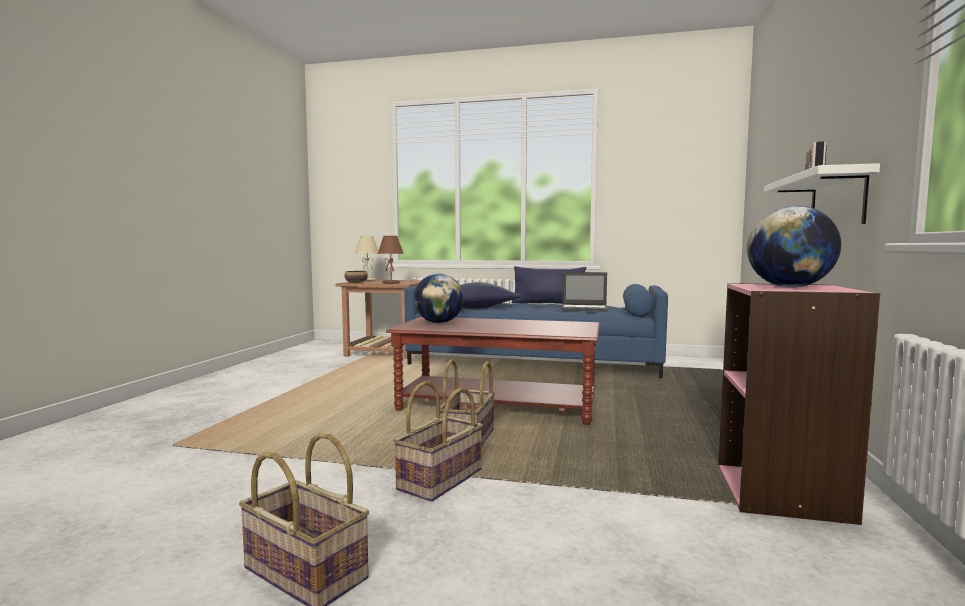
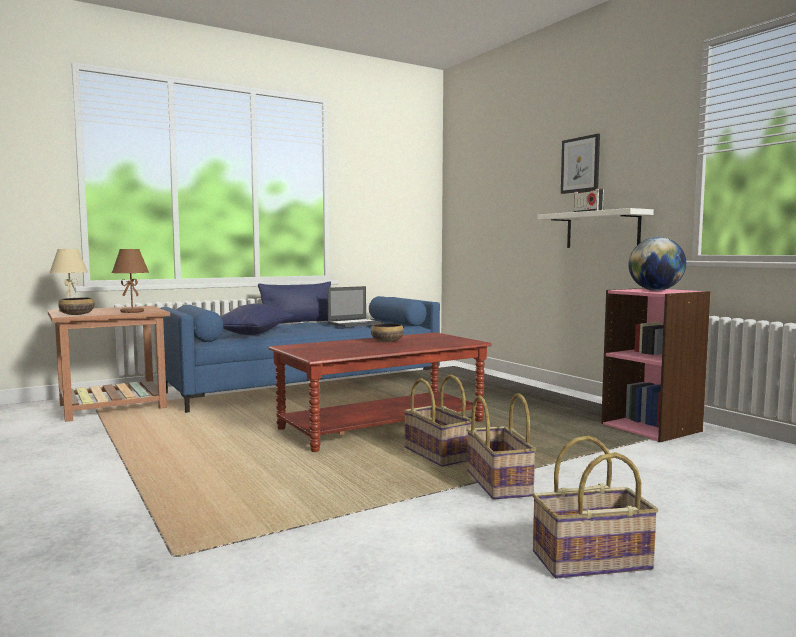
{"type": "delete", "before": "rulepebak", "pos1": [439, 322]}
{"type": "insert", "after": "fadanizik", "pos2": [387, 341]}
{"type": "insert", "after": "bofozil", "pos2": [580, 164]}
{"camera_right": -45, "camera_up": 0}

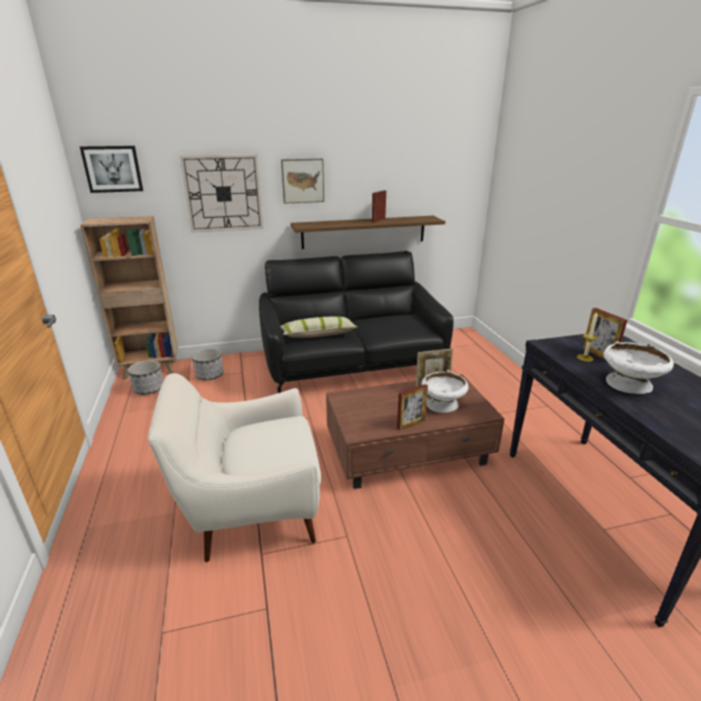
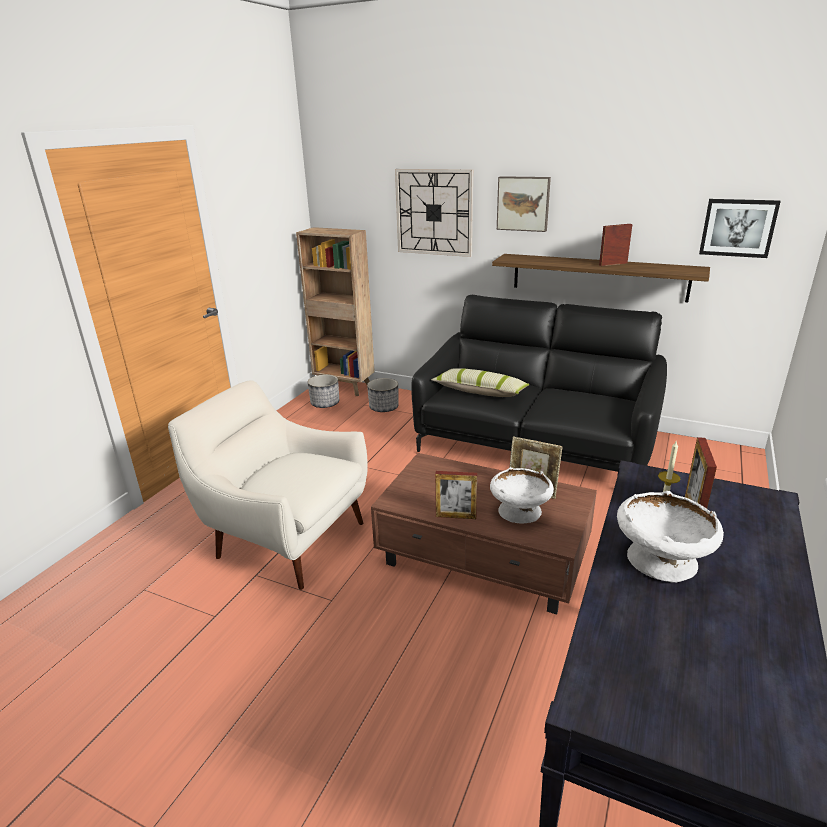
{"type": "move", "before": "bofozil", "pos1": [112, 169], "pos2": [738, 227]}
{"camera_right": 40, "camera_up": 0}

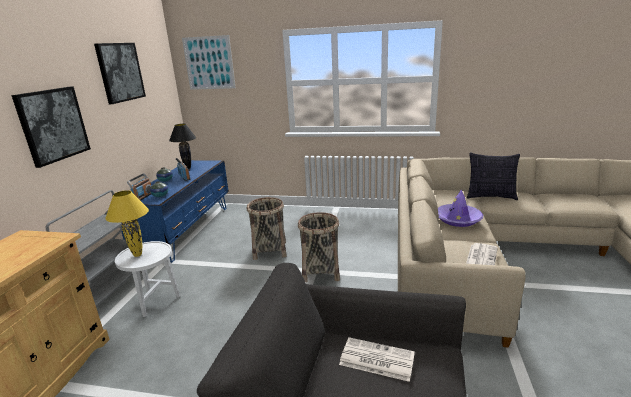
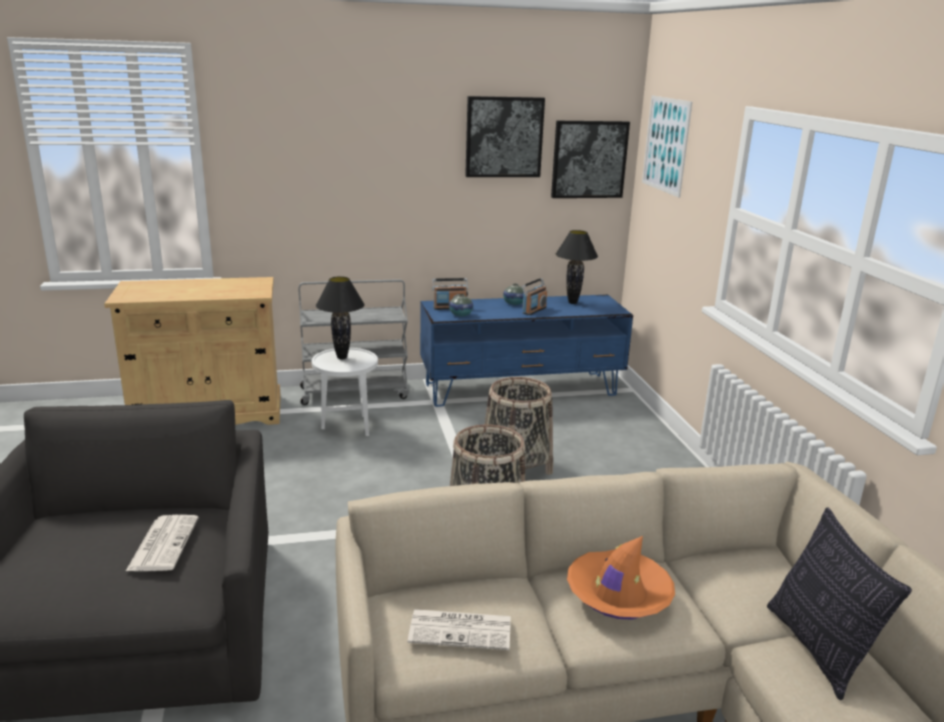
{"type": "move", "before": "bofozil", "pos1": [53, 125], "pos2": [589, 159]}
{"type": "recolor", "before": "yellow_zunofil", "after": "black_zunofil", "pos1": [137, 255], "pos2": [341, 357]}
{"type": "recolor", "before": "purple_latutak", "after": "orange_latutak", "pos1": [458, 219], "pos2": [618, 593]}
{"camera_right": 65, "camera_up": 0}

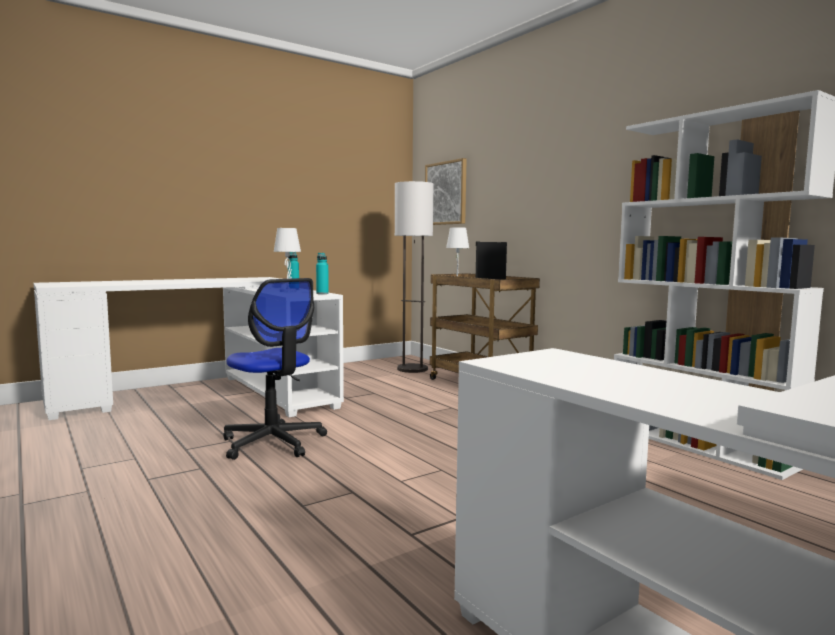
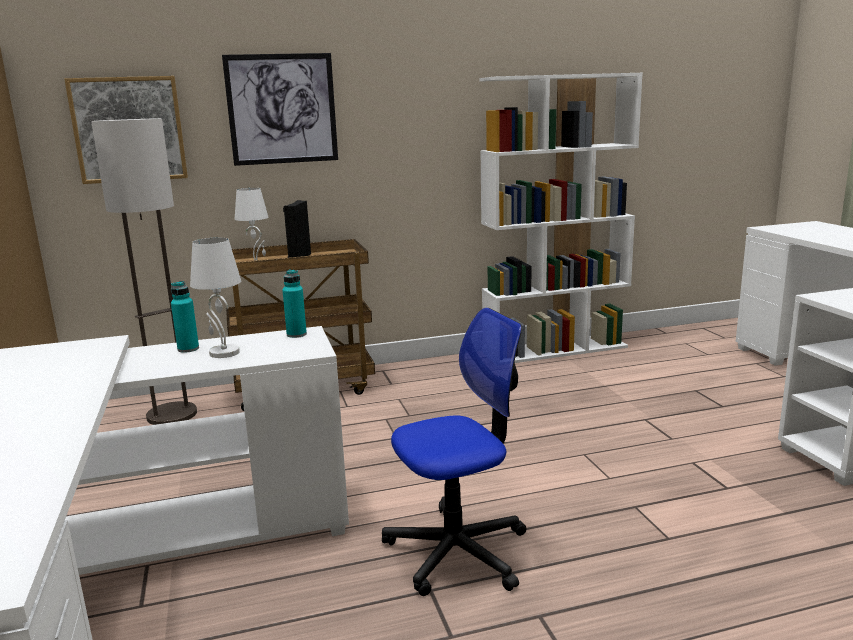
{"type": "insert", "after": "bofozil", "pos2": [282, 109]}
{"camera_right": -70, "camera_up": 10}

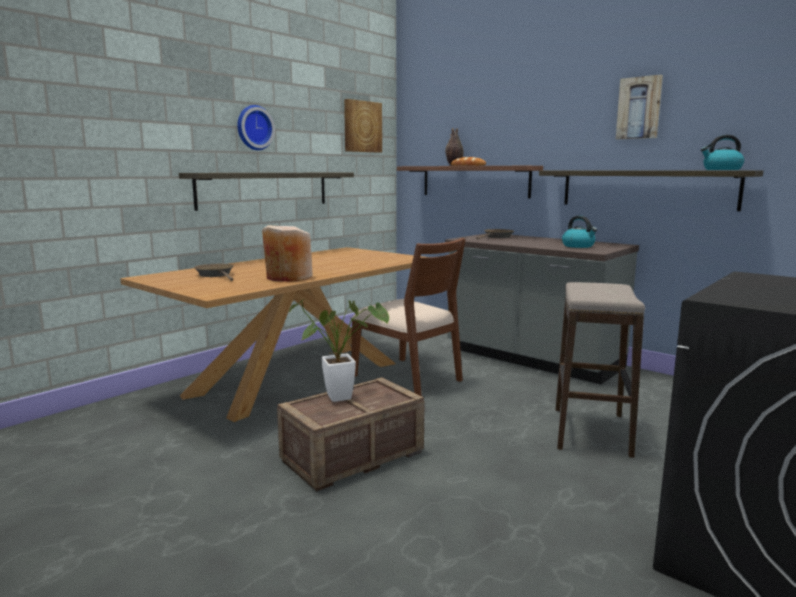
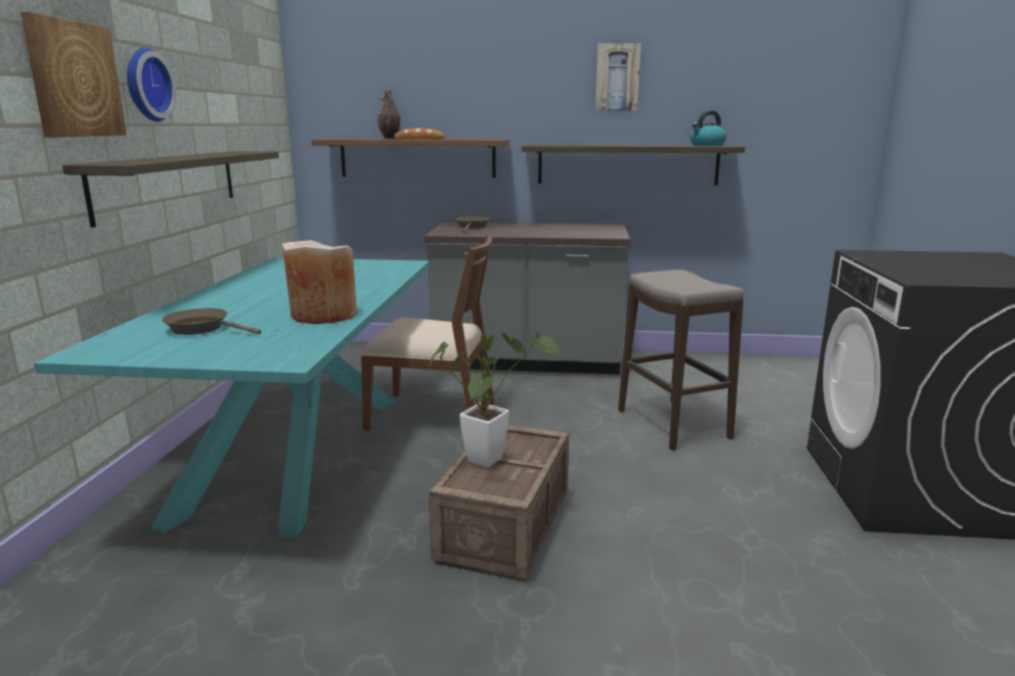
{"type": "recolor", "before": "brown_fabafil", "after": "turquoise_fabafil", "pos1": [298, 378], "pos2": [298, 452]}
{"type": "move", "before": "bofozil", "pos1": [362, 126], "pos2": [74, 79]}
{"type": "delete", "before": "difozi", "pos1": [578, 246]}
{"camera_right": -35, "camera_up": 5}

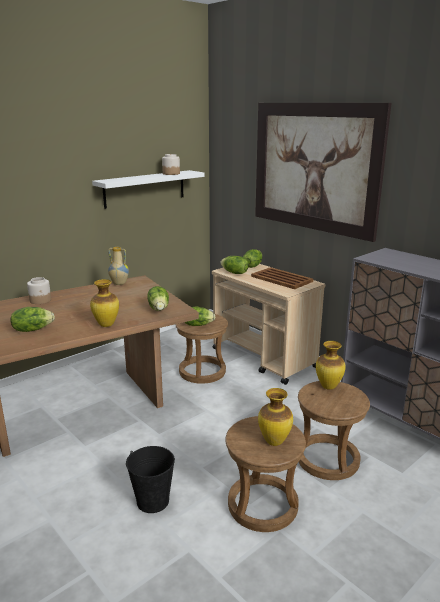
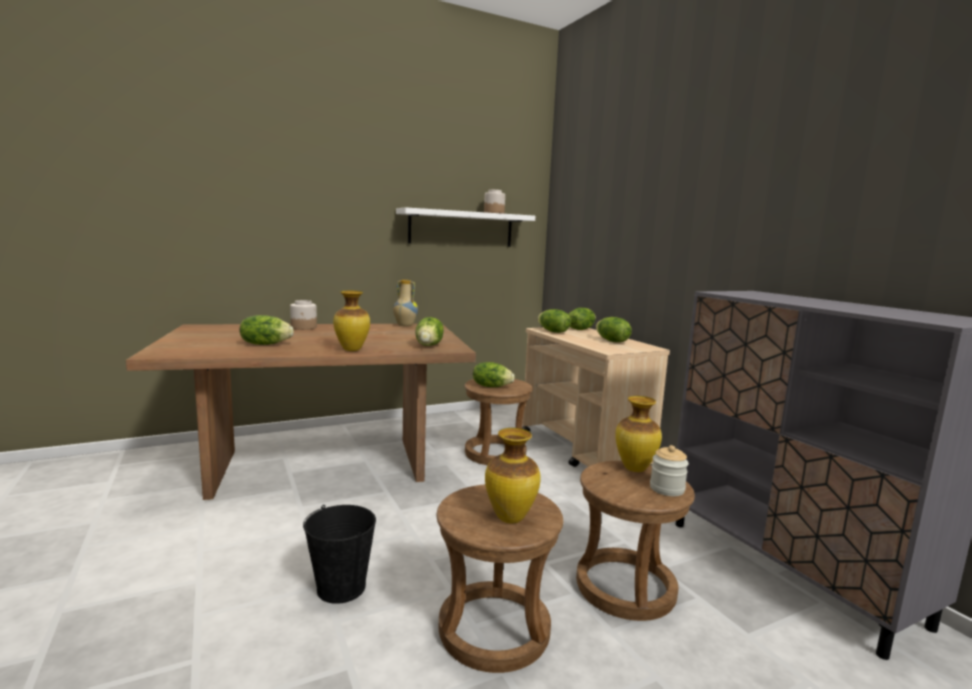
{"type": "replace", "before": "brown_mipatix", "after": "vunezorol", "pos1": [282, 279], "pos2": [611, 341]}
{"type": "delete", "before": "bofozil", "pos1": [314, 167]}
{"type": "insert", "after": "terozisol", "pos2": [667, 489]}
{"camera_right": 15, "camera_up": -10}

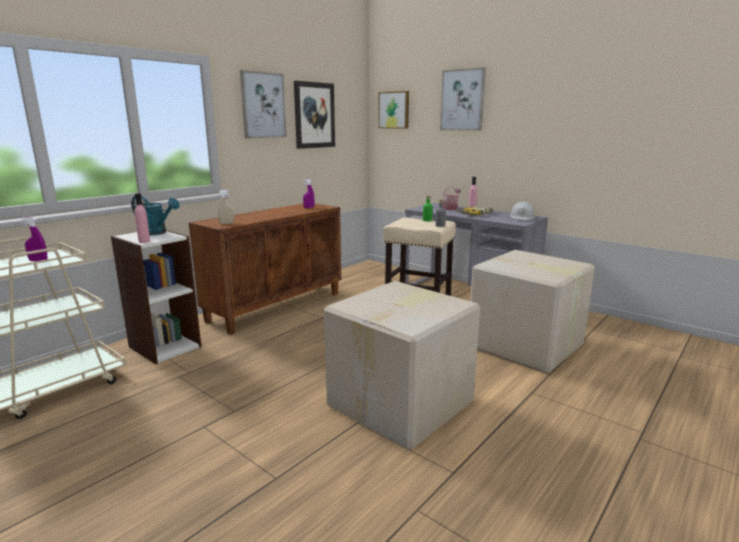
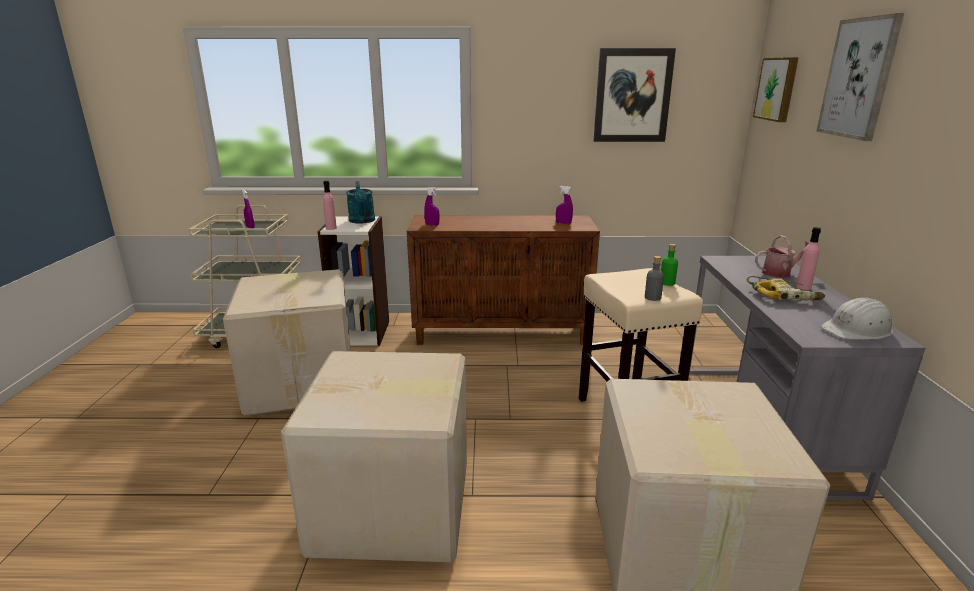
{"type": "recolor", "before": "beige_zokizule", "after": "purple_zokizule", "pos1": [226, 223], "pos2": [432, 225]}
{"type": "delete", "before": "bofozil", "pos1": [263, 105]}
{"type": "insert", "after": "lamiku", "pos2": [303, 382]}
{"camera_right": 50, "camera_up": 5}

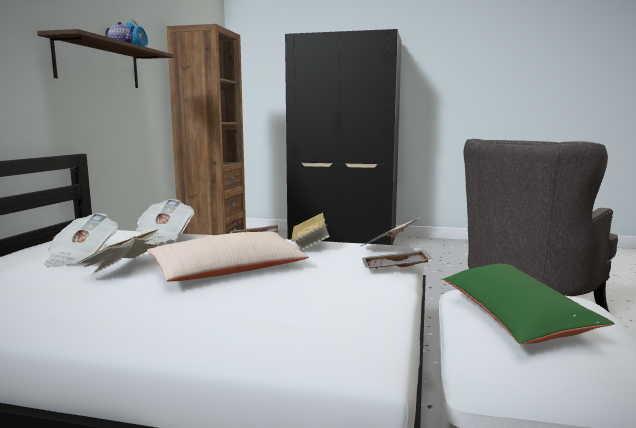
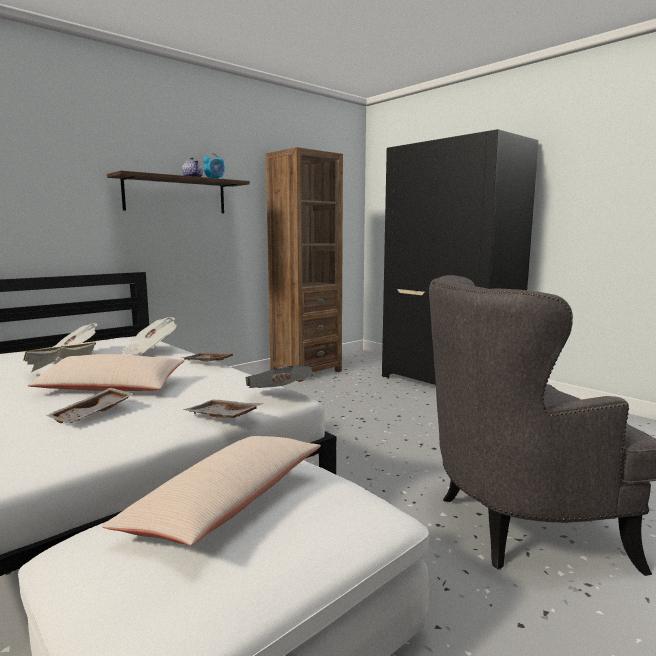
{"type": "delete", "before": "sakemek", "pos1": [310, 244]}
{"type": "recolor", "before": "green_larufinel", "after": "beige_larufinel", "pos1": [513, 317], "pos2": [226, 504]}
{"type": "insert", "after": "grey_mipatix", "pos2": [93, 414]}
{"camera_right": 35, "camera_up": 0}

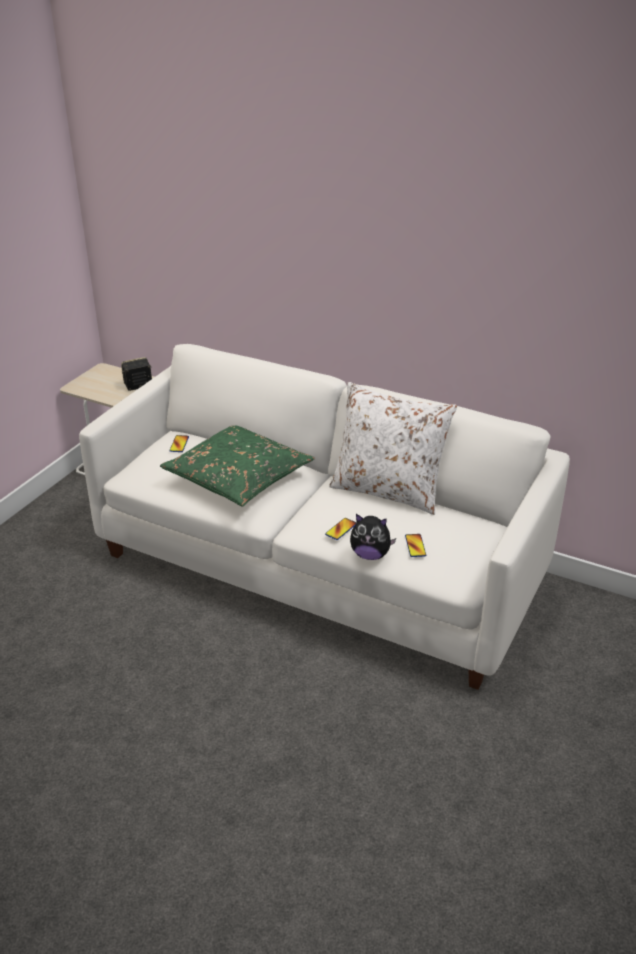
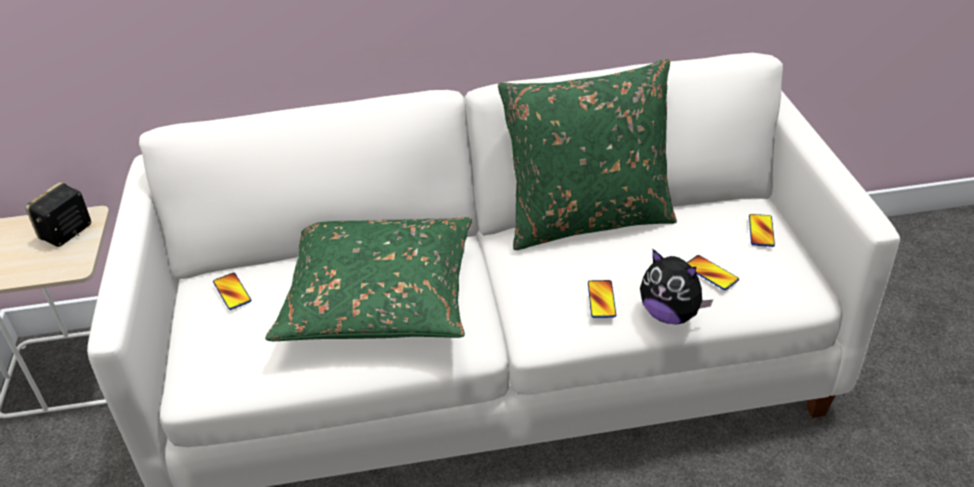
{"type": "recolor", "before": "white_larufinel", "after": "green_larufinel", "pos1": [388, 490], "pos2": [588, 219]}
{"type": "rotate", "before": "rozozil", "pos1": [370, 555], "pos2": [670, 314], "turn": 60}
{"type": "insert", "after": "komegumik", "pos2": [761, 231]}
{"camera_right": -35, "camera_up": 5}

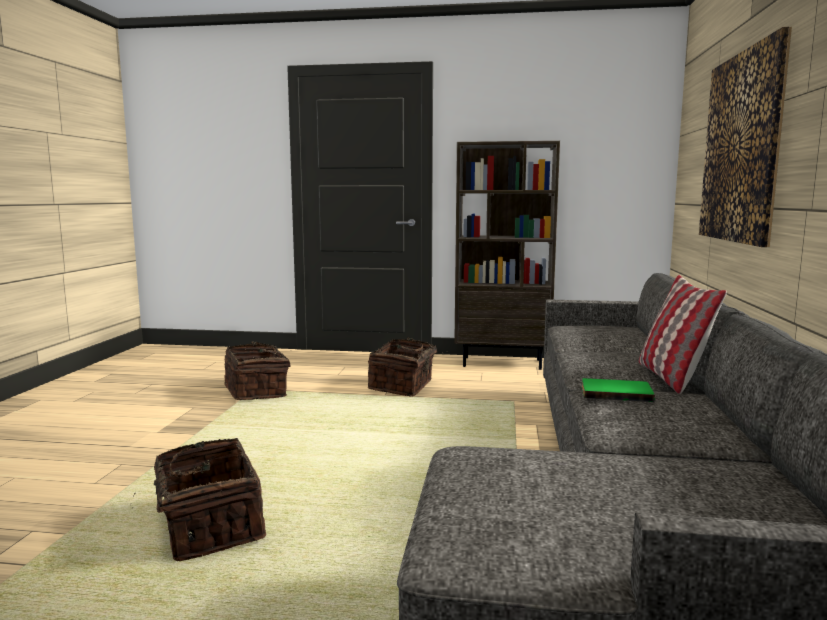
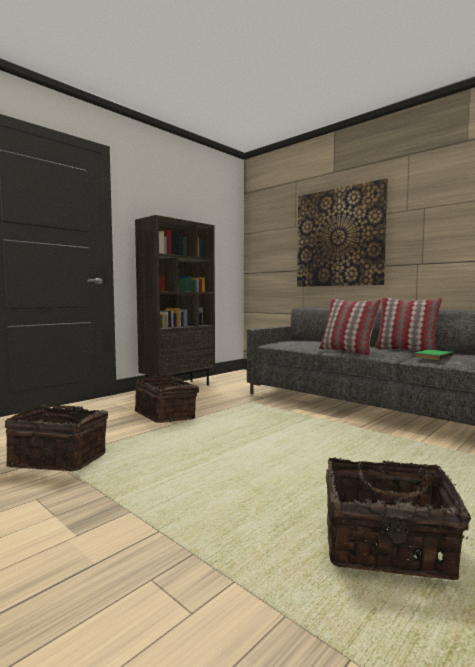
{"type": "insert", "after": "larufinel", "pos2": [347, 351]}
{"camera_right": -55, "camera_up": -5}

